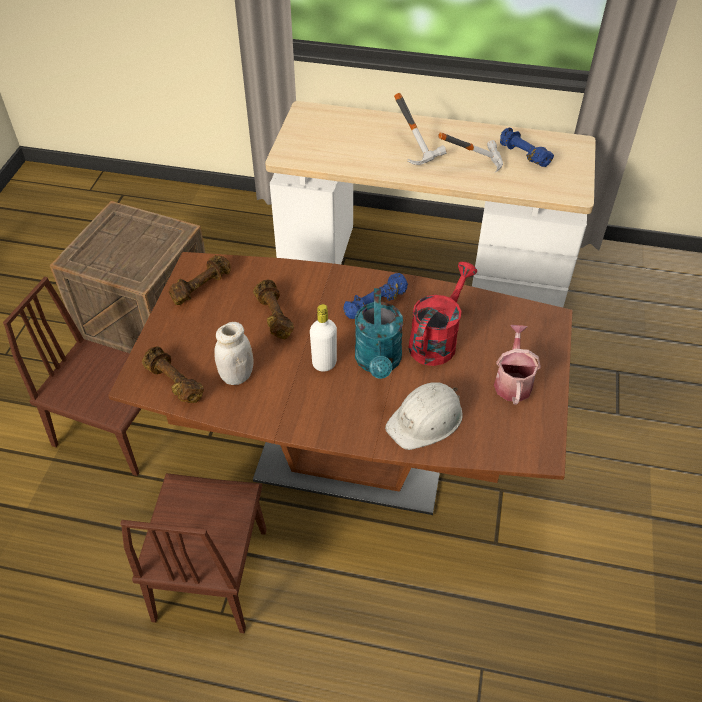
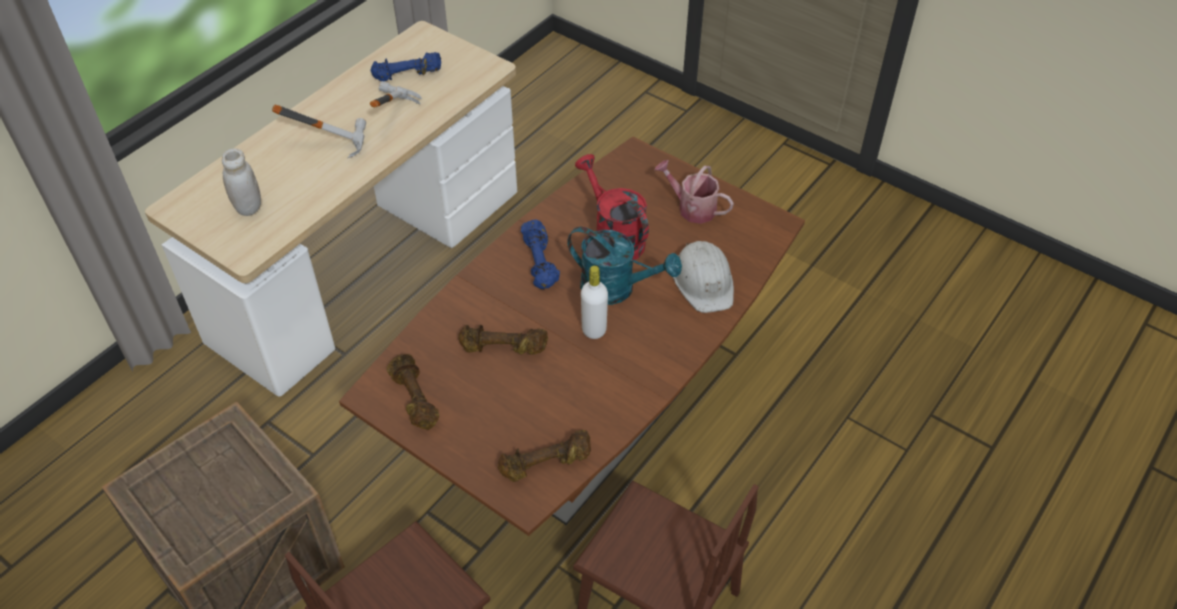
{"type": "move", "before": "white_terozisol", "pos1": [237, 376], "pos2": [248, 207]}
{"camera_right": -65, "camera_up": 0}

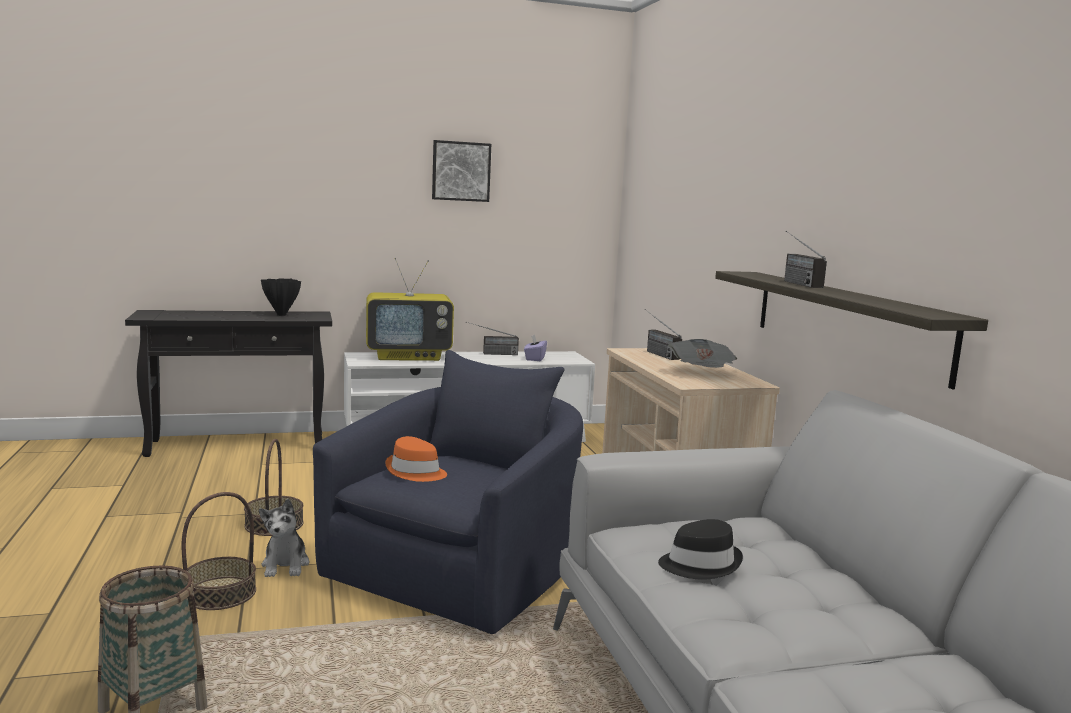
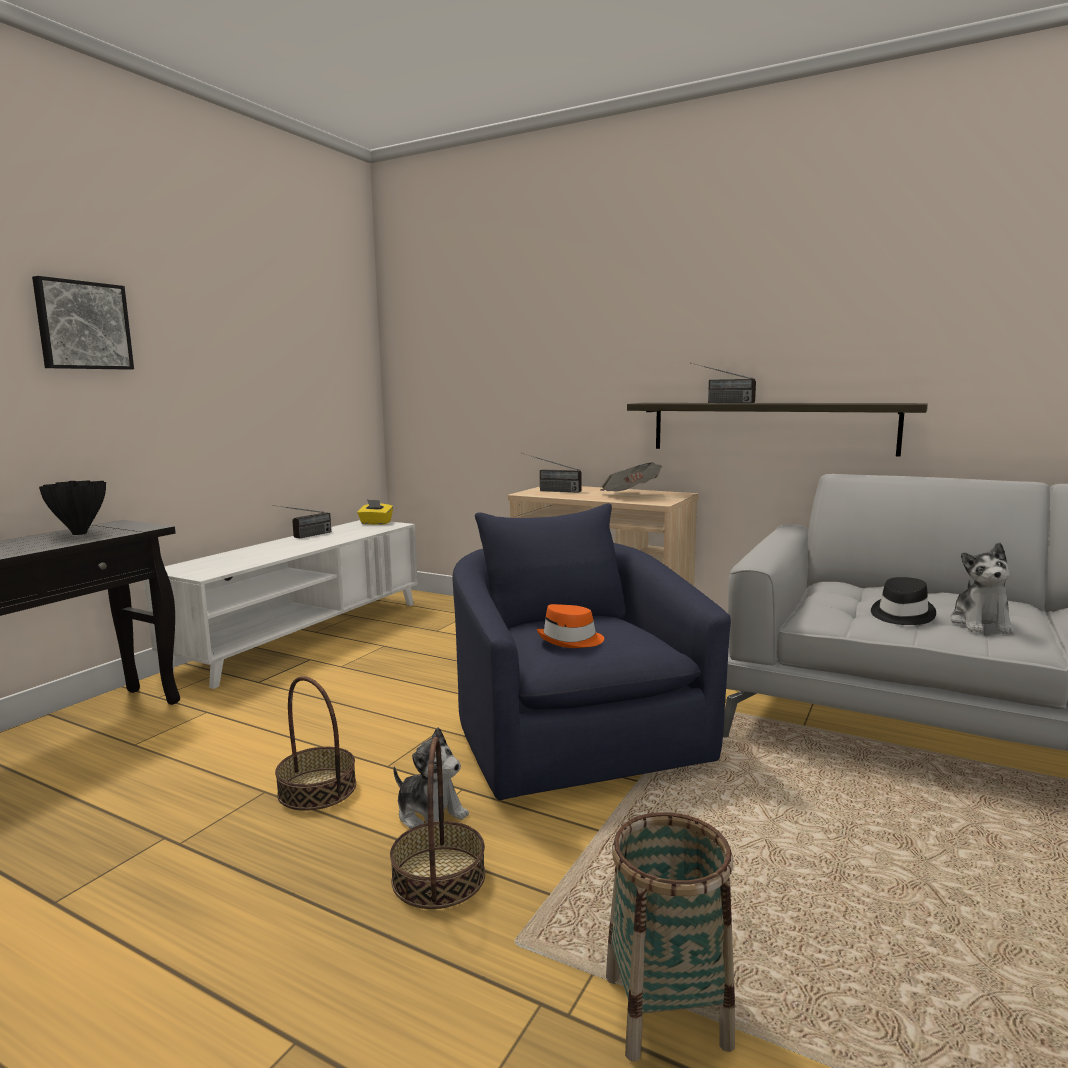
{"type": "delete", "before": "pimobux", "pos1": [409, 356]}
{"type": "move", "before": "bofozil", "pos1": [461, 171], "pos2": [83, 325]}
{"type": "delete", "before": "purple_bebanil", "pos1": [534, 358]}
{"type": "insert", "after": "yellow_bebanil", "pos2": [375, 523]}
{"type": "insert", "after": "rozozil", "pos2": [981, 624]}
{"camera_right": -45, "camera_up": 0}

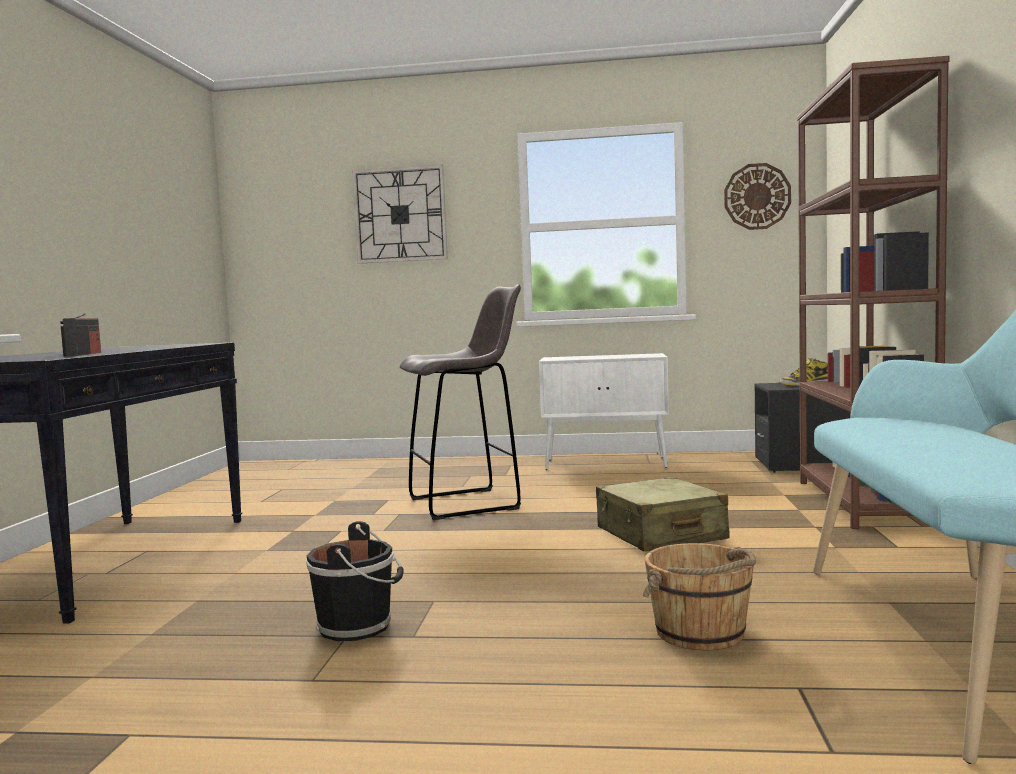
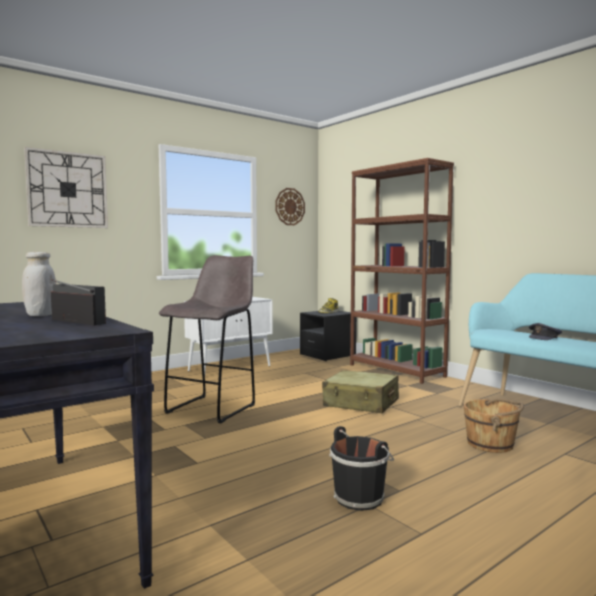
{"type": "insert", "after": "white_terozisol", "pos2": [40, 315]}
{"type": "insert", "after": "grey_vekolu", "pos2": [544, 337]}
{"camera_right": -45, "camera_up": 0}

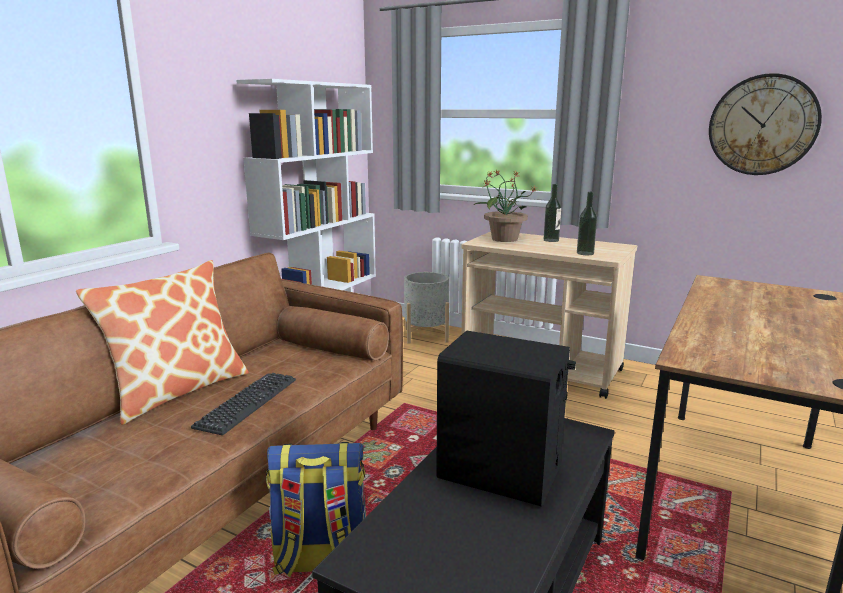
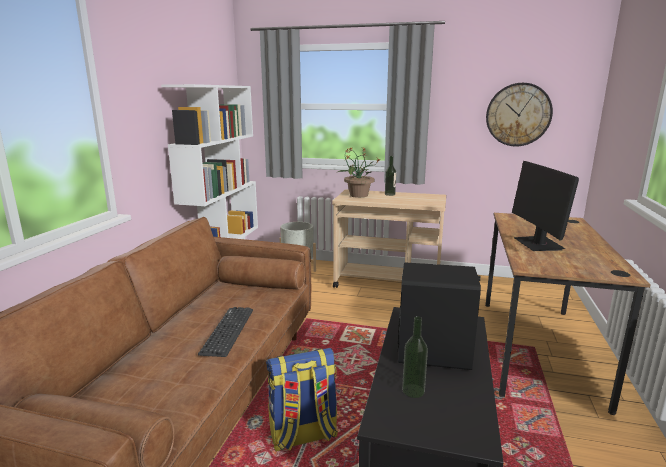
{"type": "delete", "before": "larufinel", "pos1": [178, 390]}
{"type": "move", "before": "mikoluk", "pos1": [585, 253], "pos2": [413, 390]}
{"type": "insert", "after": "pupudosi", "pos2": [538, 244]}
{"camera_right": -15, "camera_up": 0}

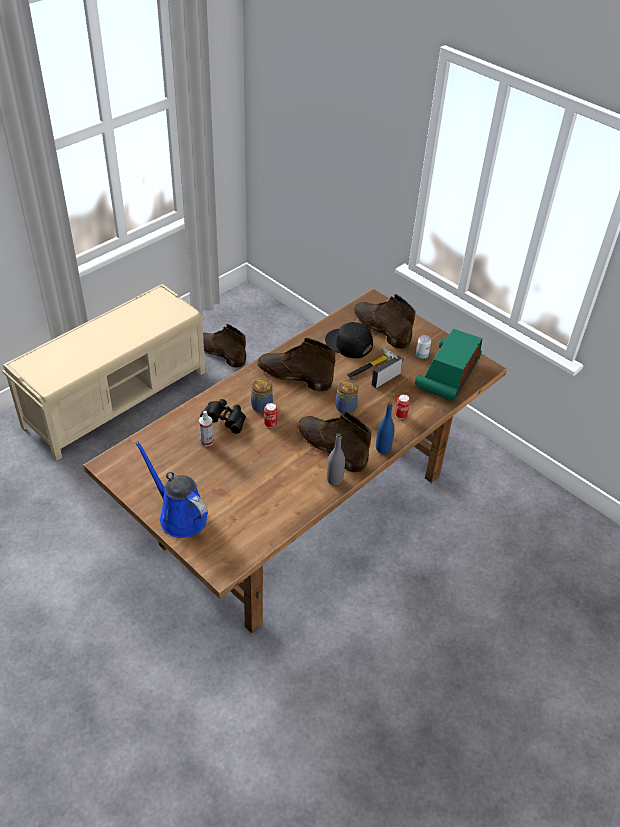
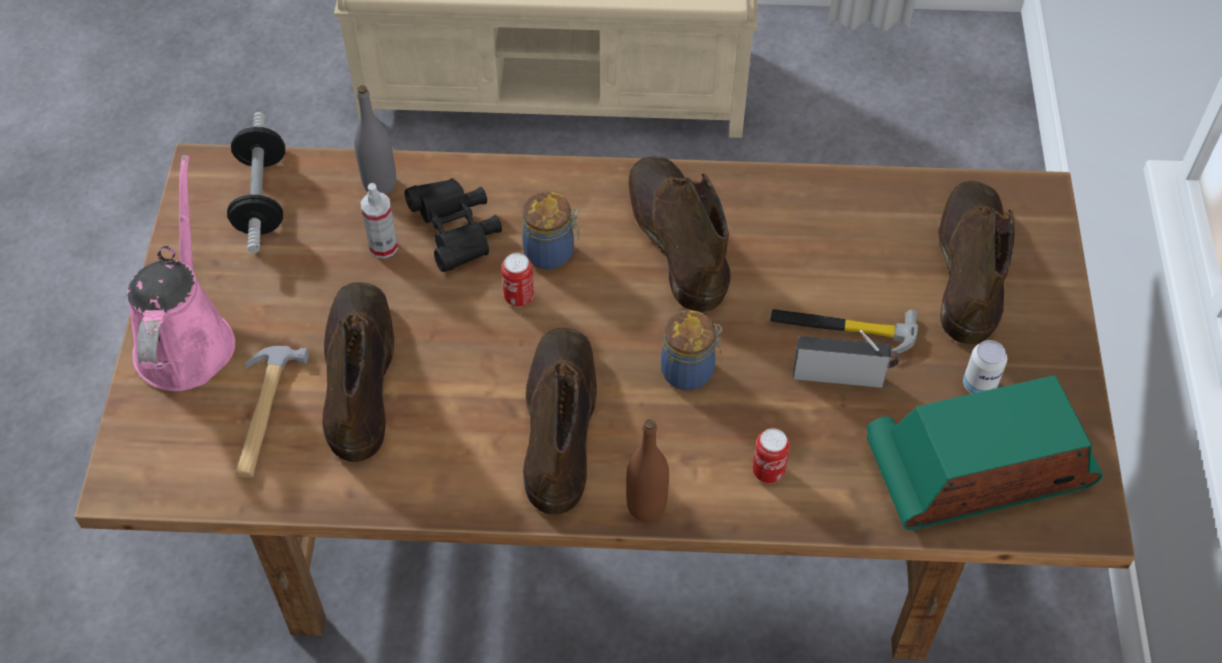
{"type": "recolor", "before": "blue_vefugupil", "after": "pink_vefugupil", "pos1": [179, 515], "pos2": [186, 338]}
{"type": "move", "before": "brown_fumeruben", "pos1": [220, 352], "pos2": [359, 375]}
{"type": "delete", "before": "black_vekolu", "pos1": [348, 344]}
{"type": "move", "before": "grey_mikoluk", "pos1": [334, 479], "pos2": [380, 184]}
{"type": "recolor", "before": "blue_mikoluk", "after": "brown_mikoluk", "pos1": [383, 448], "pos2": [646, 506]}
{"type": "insert", "after": "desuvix", "pos2": [261, 197]}
{"type": "insert", "after": "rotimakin", "pos2": [263, 413]}
{"camera_right": 50, "camera_up": 10}

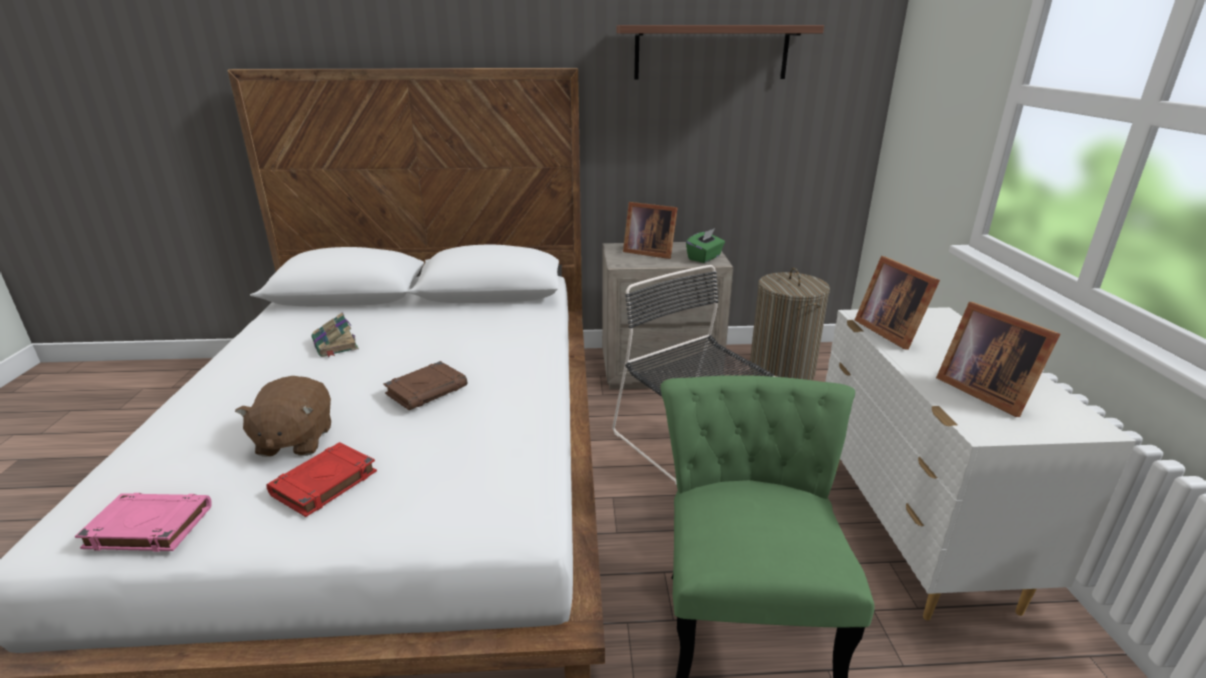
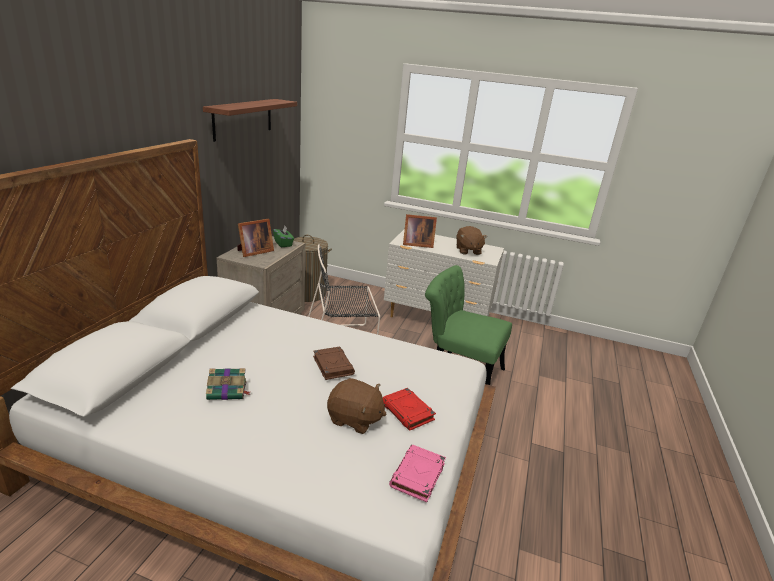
{"type": "replace", "before": "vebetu", "after": "brown_rozozil", "pos1": [983, 391], "pos2": [468, 251]}
{"camera_right": -70, "camera_up": 0}

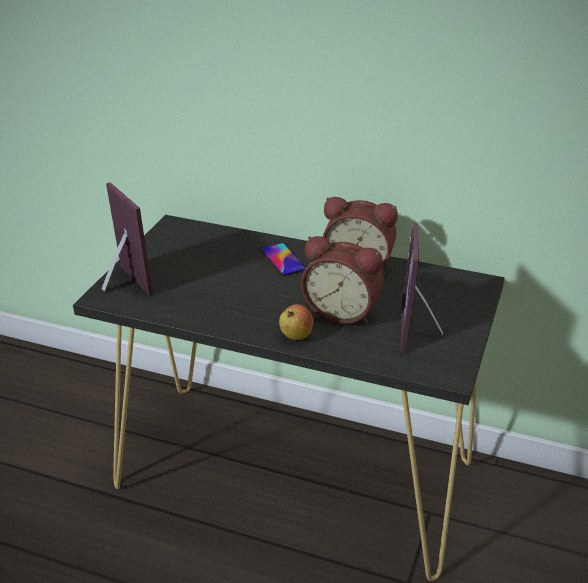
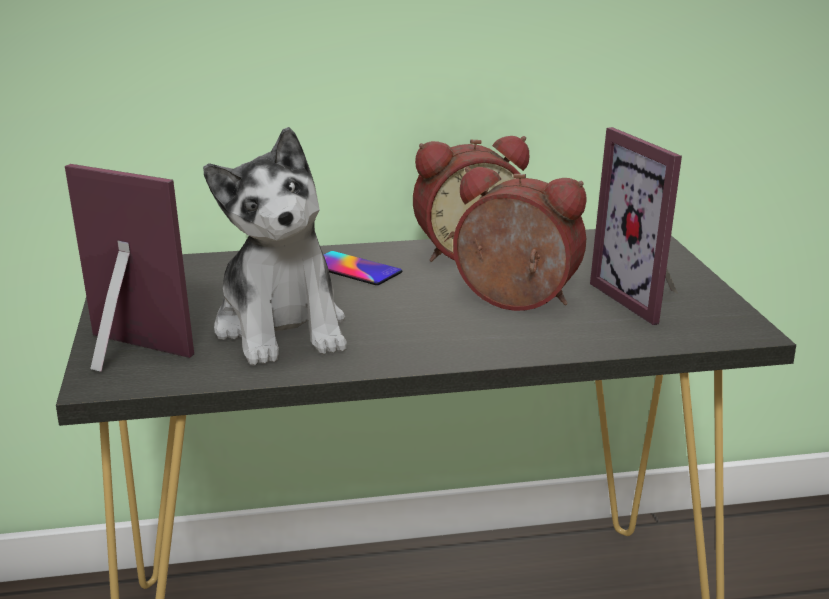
{"type": "delete", "before": "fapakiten", "pos1": [296, 336]}
{"type": "rotate", "before": "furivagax", "pos1": [342, 311], "pos2": [514, 302], "turn": -150}
{"type": "insert", "after": "rozozil", "pos2": [282, 328]}
{"camera_right": -30, "camera_up": -10}

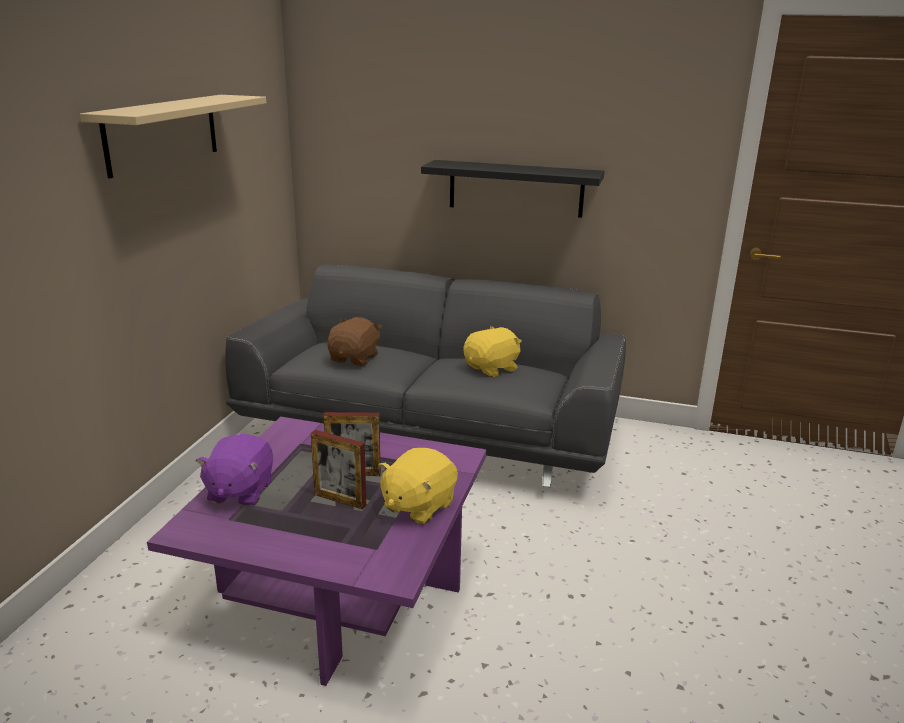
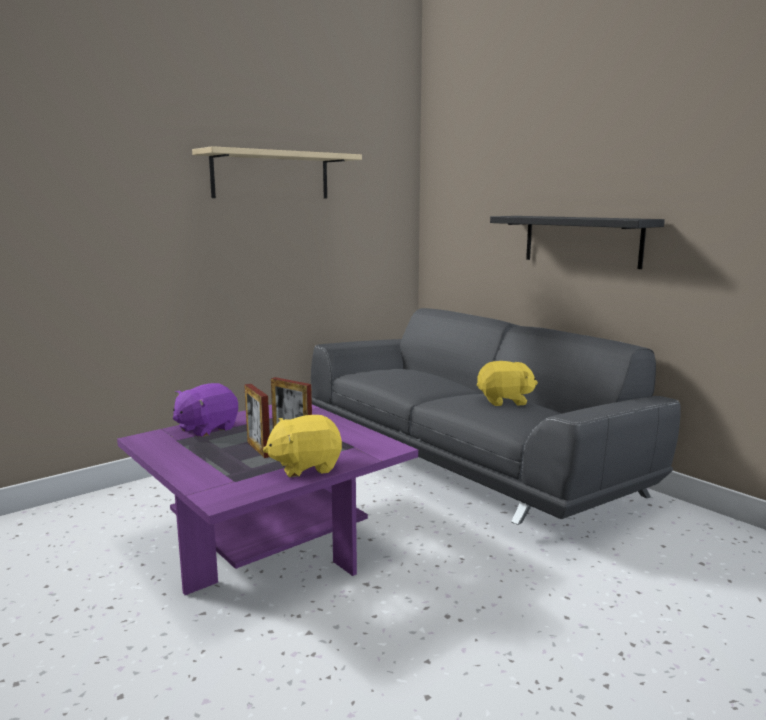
{"type": "delete", "before": "brown_rozozil", "pos1": [355, 358]}
{"camera_right": 35, "camera_up": -10}

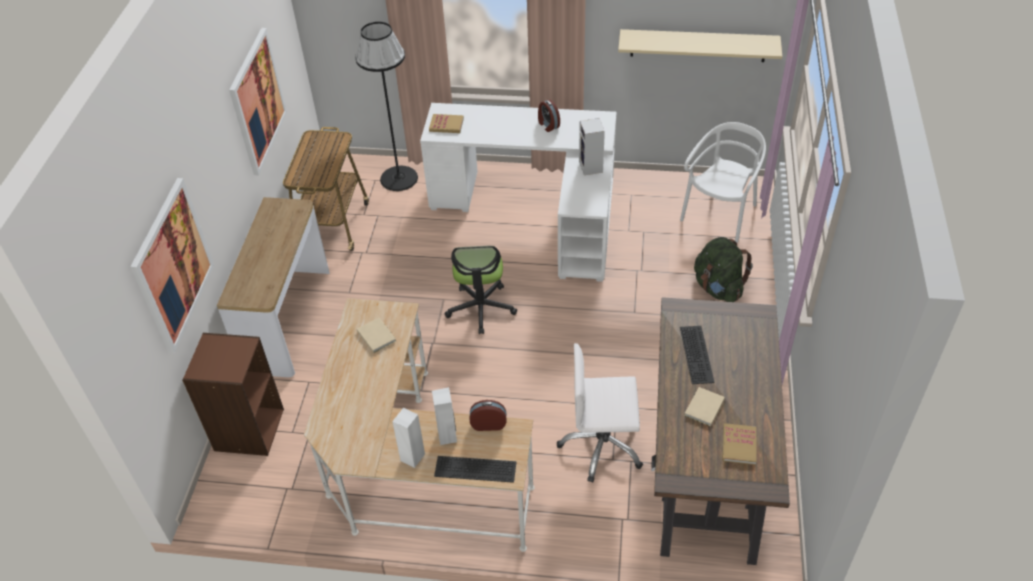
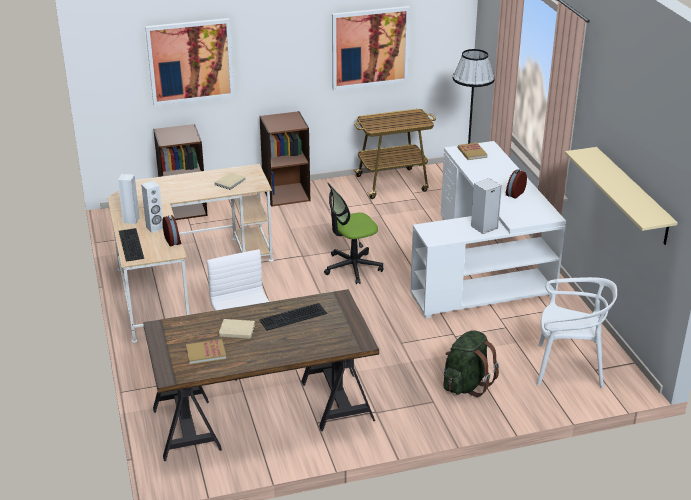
{"type": "replace", "before": "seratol", "after": "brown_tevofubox", "pos1": [287, 320], "pos2": [286, 194]}
{"camera_right": 65, "camera_up": -15}

